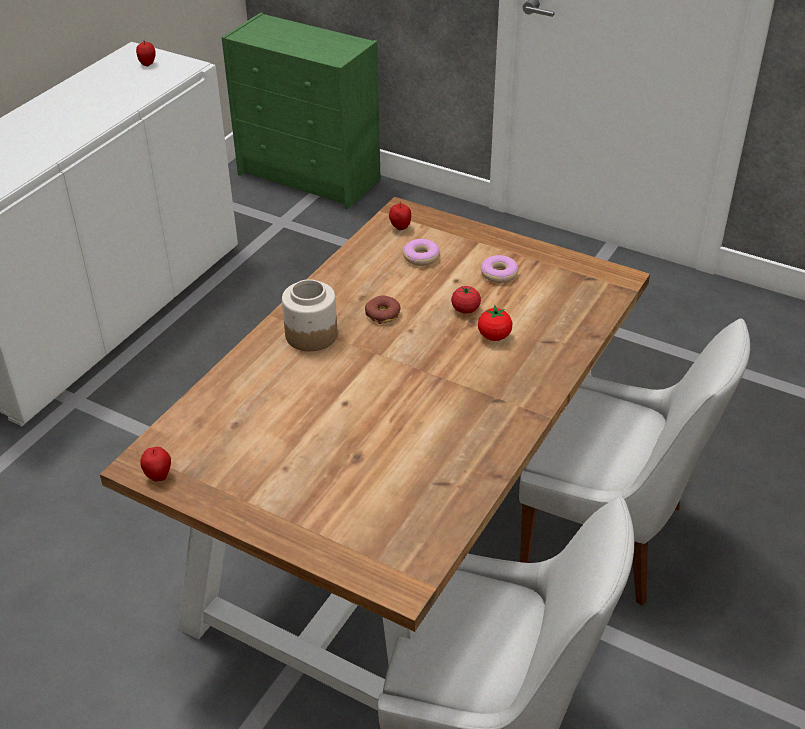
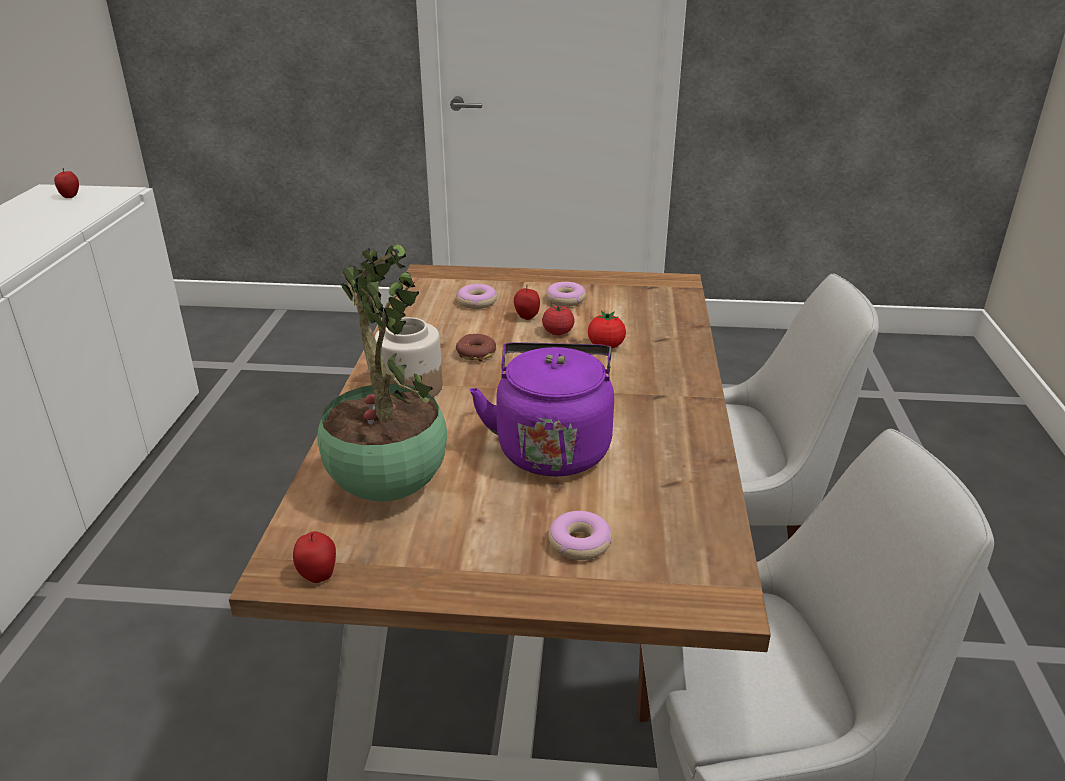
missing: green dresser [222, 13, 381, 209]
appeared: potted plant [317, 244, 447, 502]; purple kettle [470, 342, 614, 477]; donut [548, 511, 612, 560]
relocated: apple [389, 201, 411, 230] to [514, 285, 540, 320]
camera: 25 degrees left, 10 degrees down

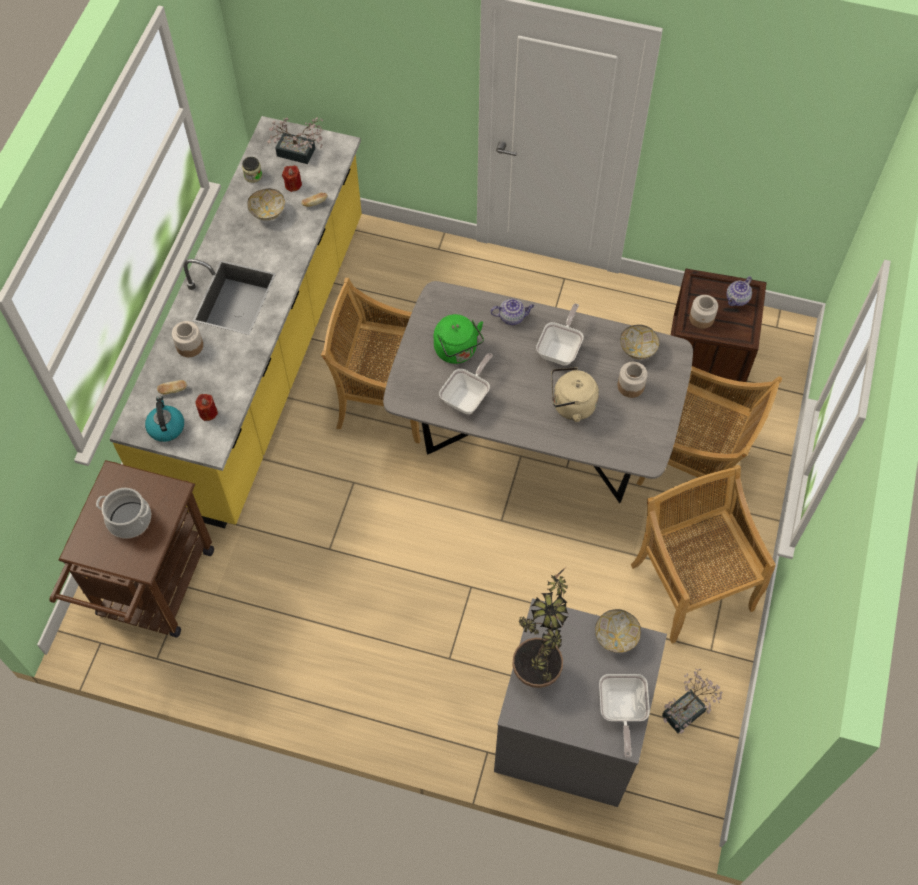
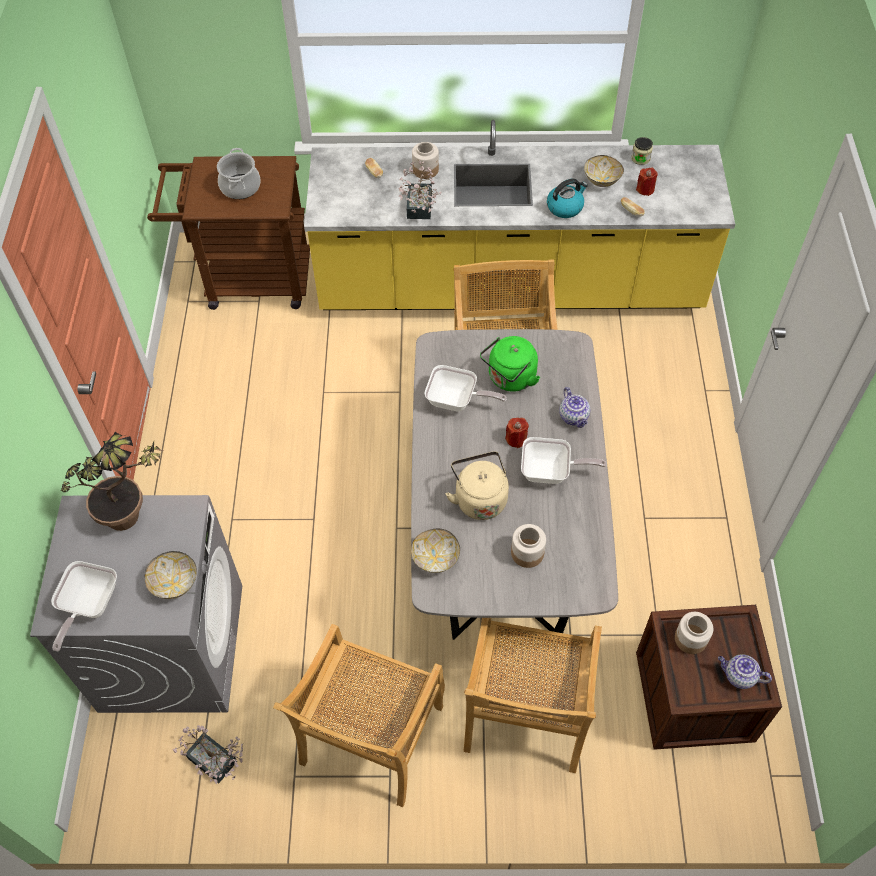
relocated: kettle [145, 396, 184, 442] to [547, 179, 588, 218]; red candle [195, 394, 218, 421] to [505, 418, 529, 448]; potted plant [267, 117, 323, 164] to [398, 160, 441, 219]; bowl [620, 325, 660, 359] to [411, 529, 460, 573]
spun: frying pan [599, 674, 650, 758] = [51, 561, 117, 652] 60 degrees counterclockwise; beige chair [631, 465, 776, 643] = [273, 624, 445, 807] 150 degrees clockwise
camera: 75 degrees right, 5 degrees down

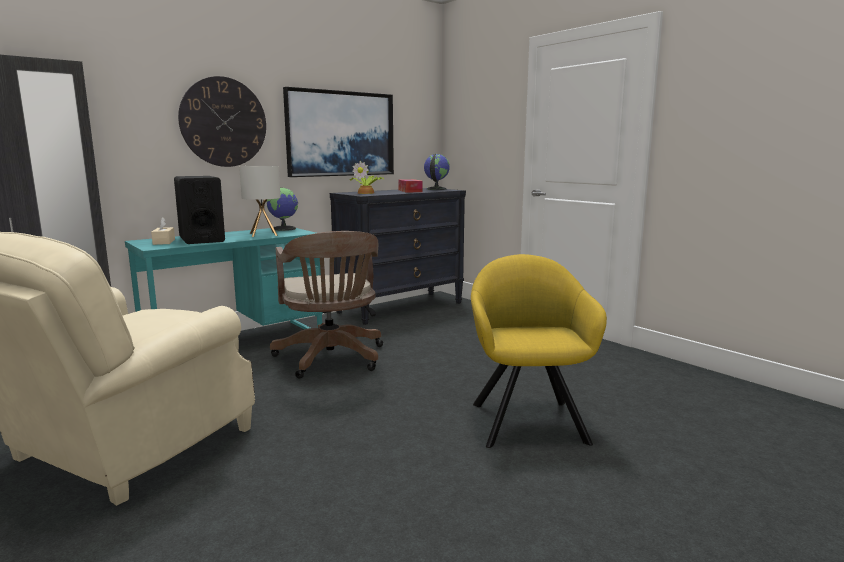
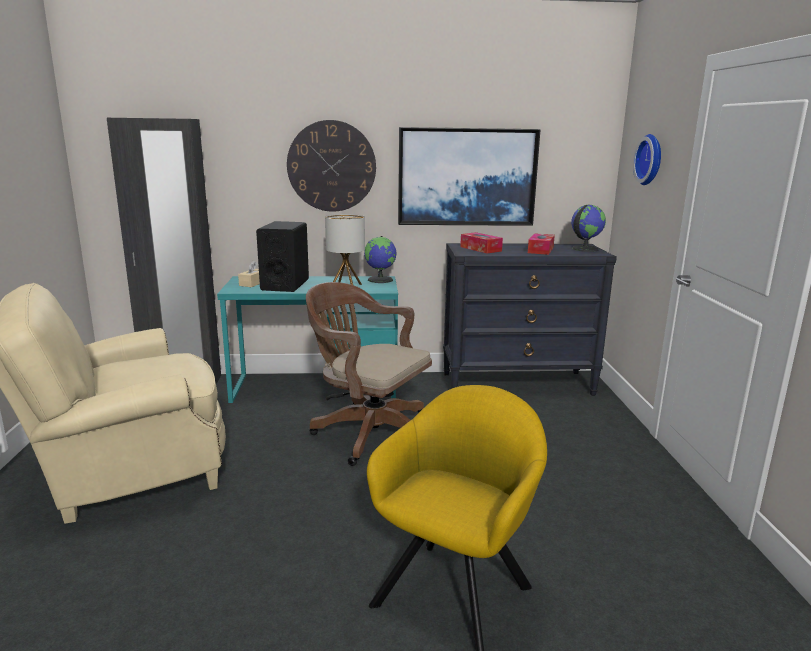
appeared: wall clock [633, 134, 661, 185]
exchanged: potted plant [349, 161, 385, 194] to tissue box [460, 232, 503, 254]
spun: brown office chair [270, 231, 383, 378] = [306, 282, 432, 466] 105 degrees clockwise
camera: 35 degrees right, 5 degrees up

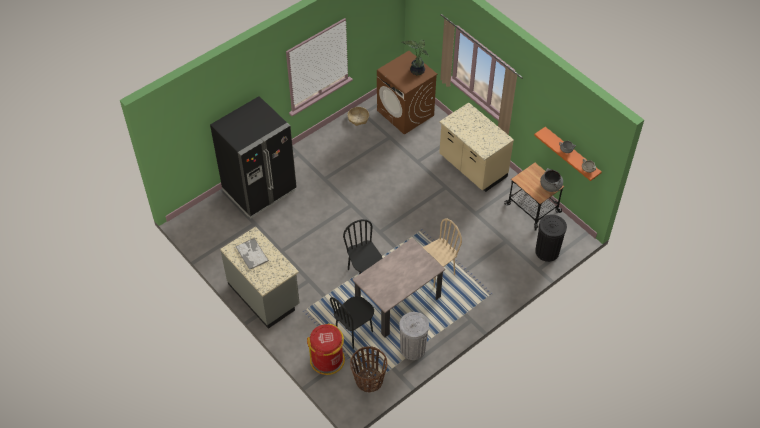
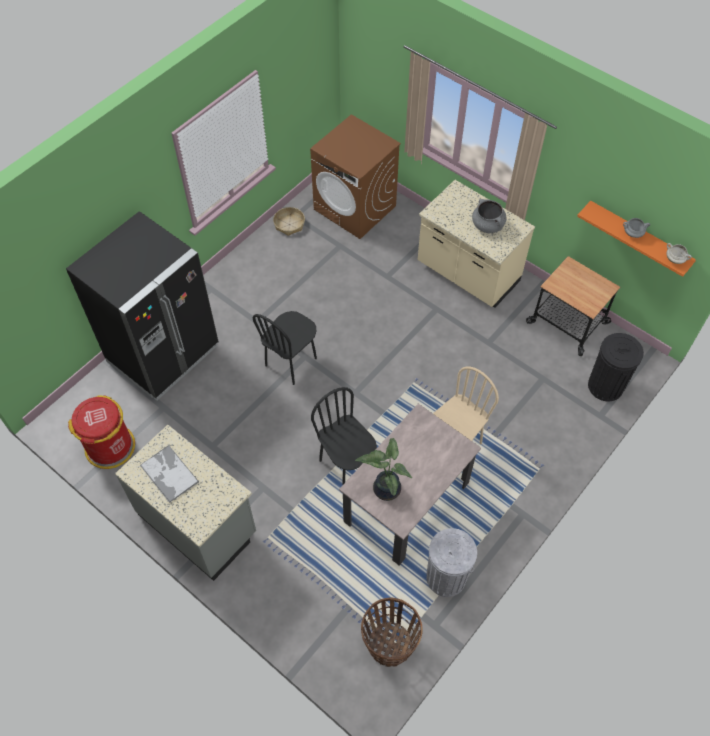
relocated: red trash can [307, 324, 345, 375] to [68, 395, 135, 469]; black chair [330, 296, 374, 349] to [253, 311, 317, 385]; potted plant [401, 39, 429, 75] to [355, 438, 412, 501]; grey cooking pot [540, 168, 563, 192] to [472, 199, 506, 233]
camera: 10 degrees left, 5 degrees up

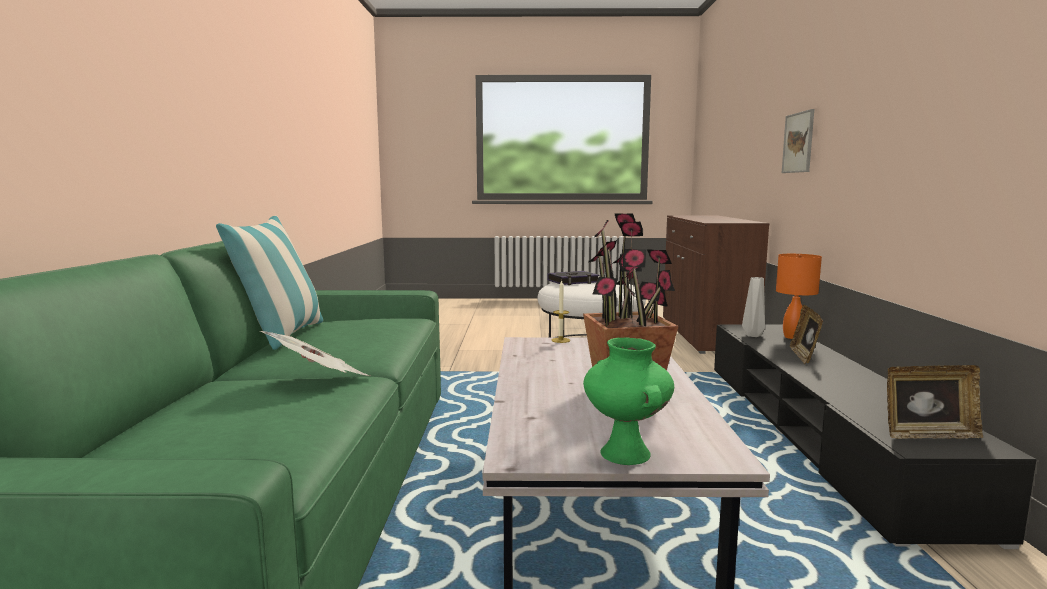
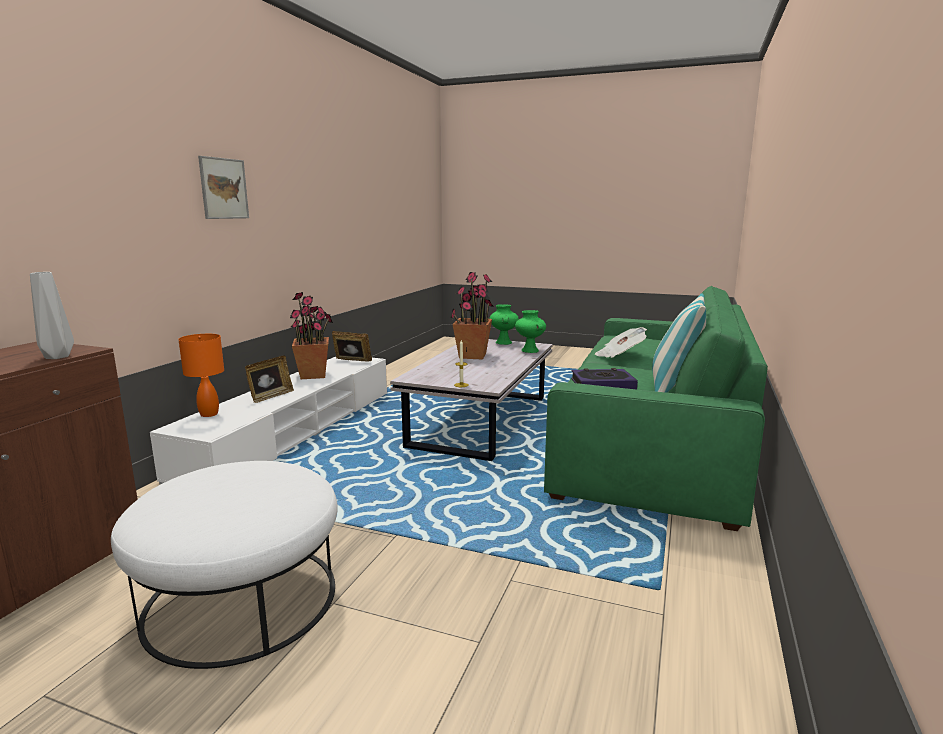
appeared: potted plant [290, 292, 333, 379]; green vase [515, 310, 546, 353]
relocated: book [547, 271, 599, 285] to [571, 368, 638, 390]; grey vase [742, 277, 765, 337] to [30, 272, 74, 359]; picture [782, 109, 814, 173] to [198, 156, 249, 219]
colour: black tv stand [714, 324, 1037, 549] to white tv stand [150, 357, 387, 485]
camera: 160 degrees left, 5 degrees up

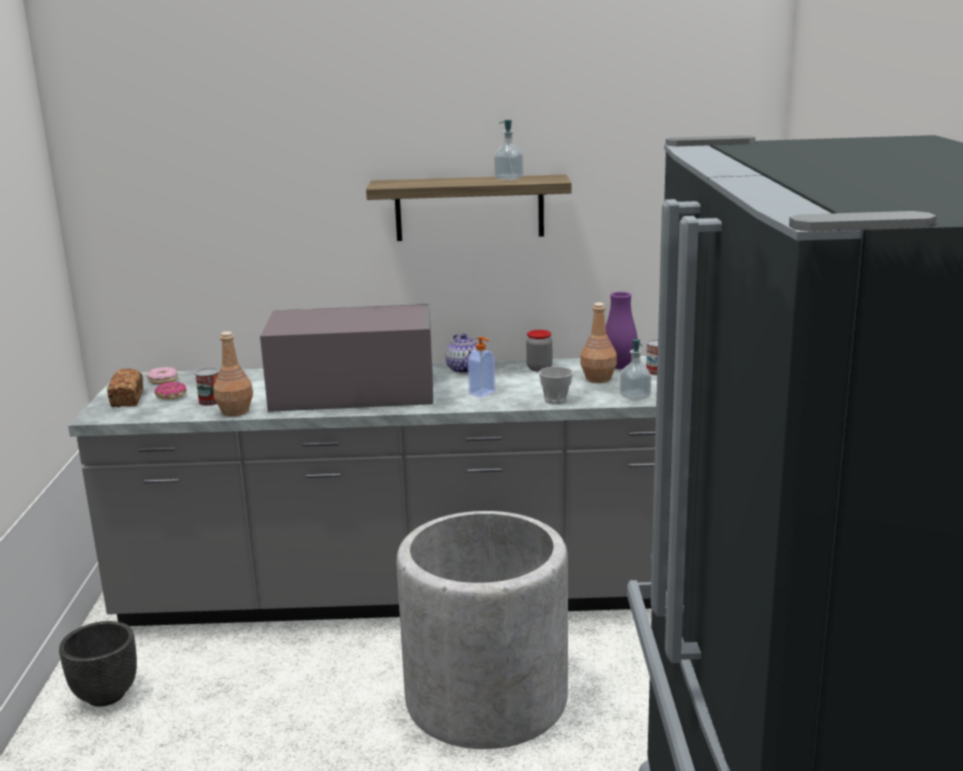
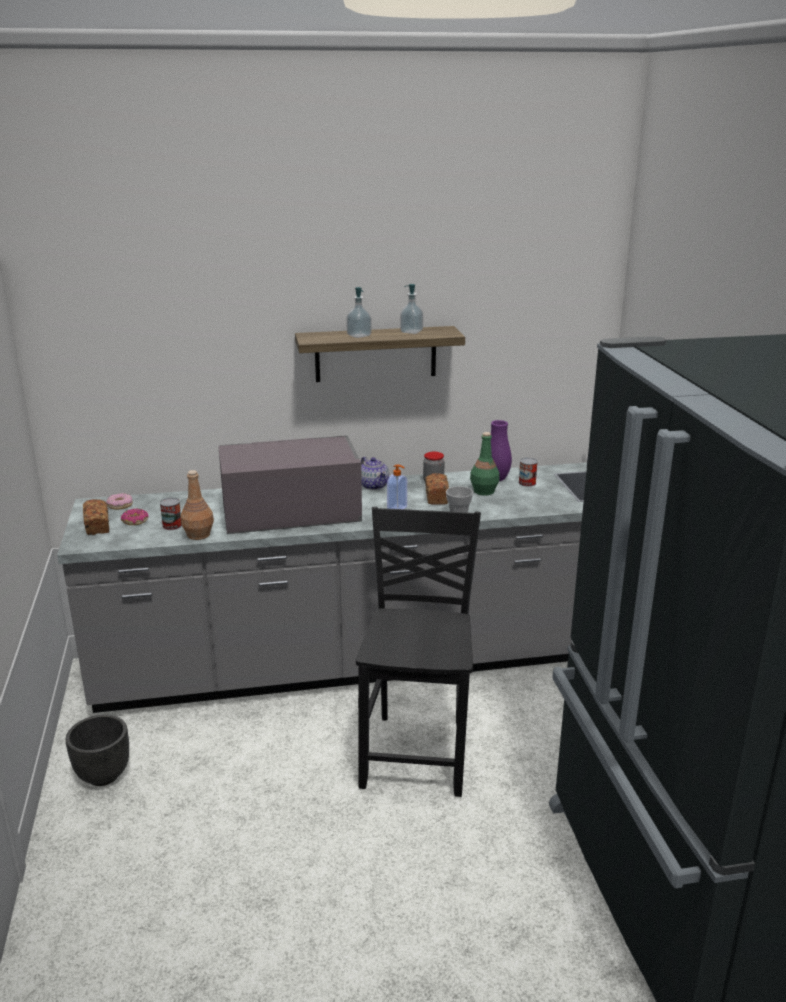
appeared: bread [425, 473, 449, 505]
relocated: soap dispenser [620, 339, 651, 401] to [346, 287, 371, 338]
exchanged: grey planter [397, 511, 568, 749] to black chair [356, 507, 481, 797]
colour: brown bottle [580, 302, 617, 383] to green bottle [470, 432, 499, 496]
camera: 10 degrees left, 5 degrees up

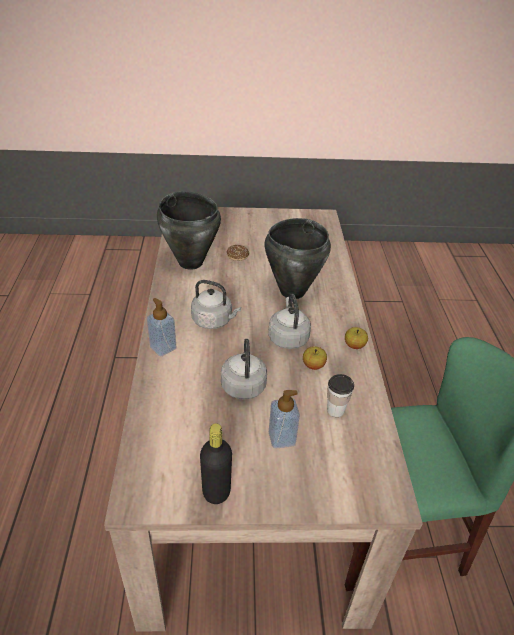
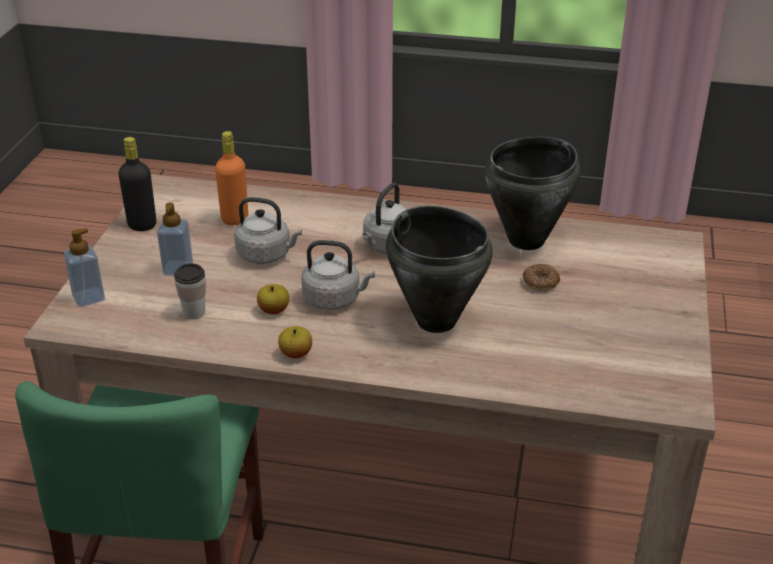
appeared: orange bottle [215, 131, 248, 225]
relocated: soap dispenser [147, 298, 177, 357] to [64, 228, 105, 307]
camera: 105 degrees right, 5 degrees down

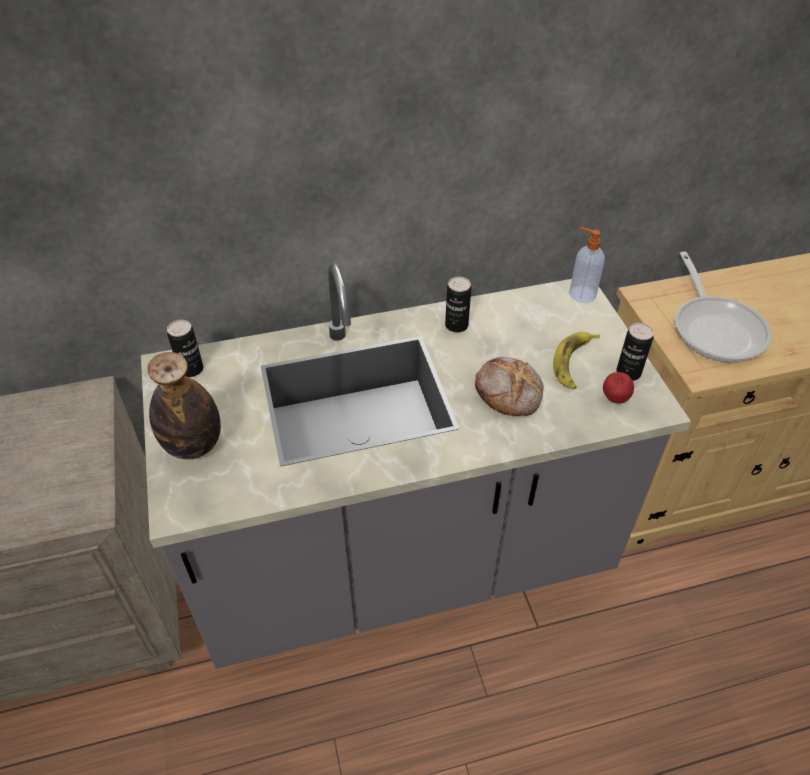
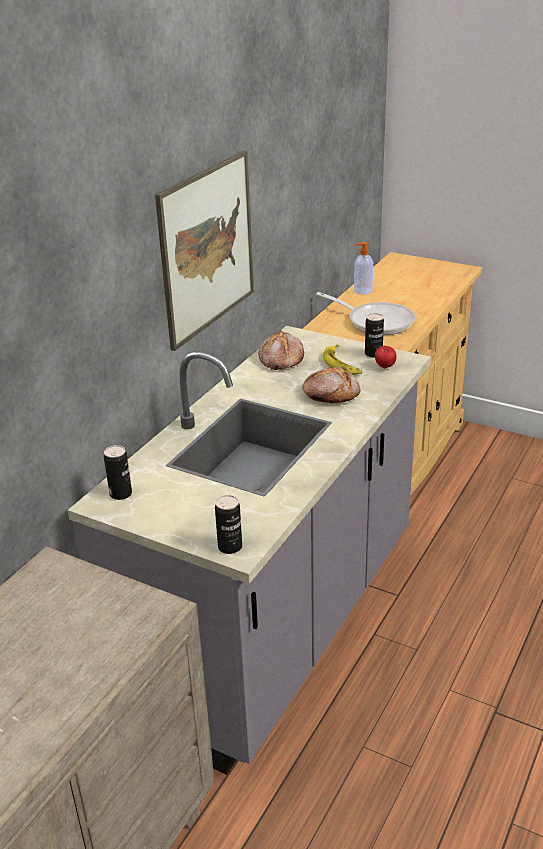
missing: bottle [148, 352, 221, 459]
appeared: picture [155, 150, 254, 351]; bread [259, 330, 304, 370]
relocated: can [445, 277, 471, 332] to [215, 495, 242, 554]; soap dispenser [569, 227, 605, 303] to [354, 242, 373, 295]
camera: 45 degrees left, 15 degrees down

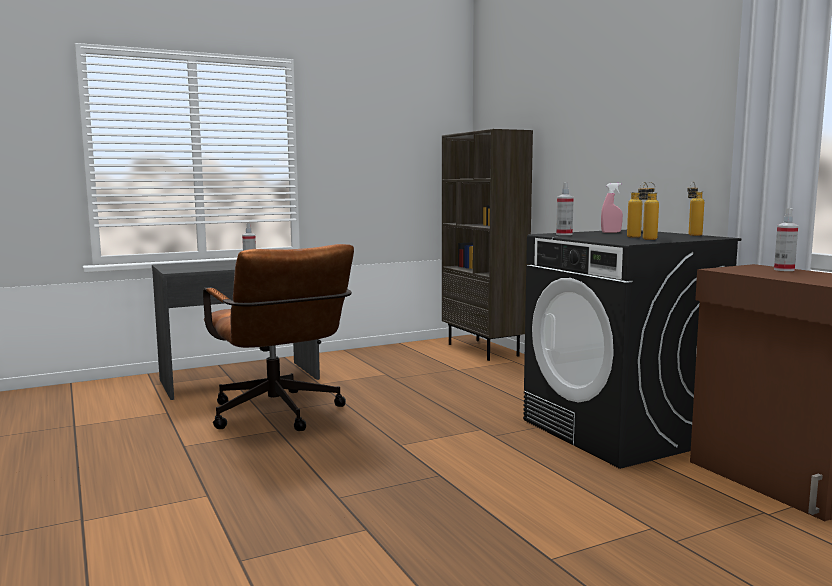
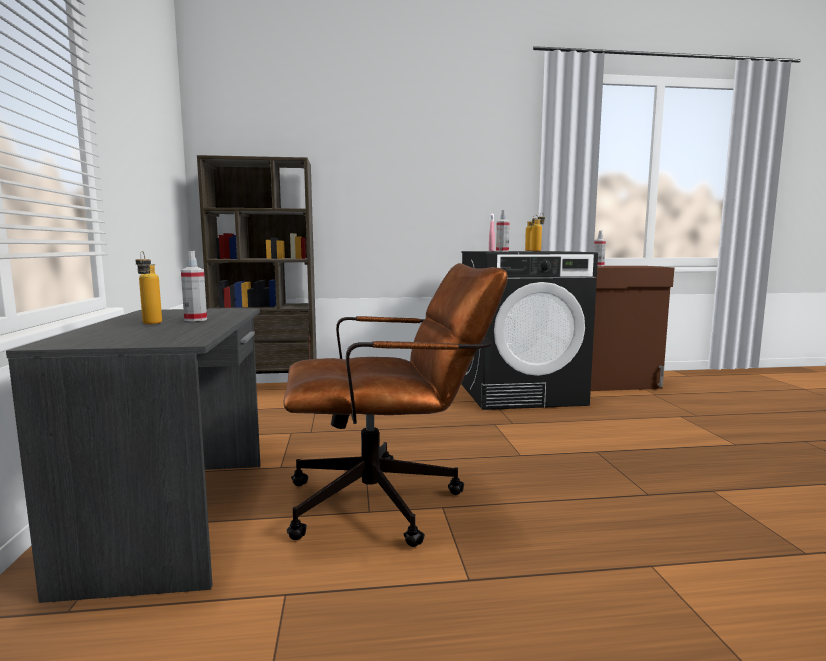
relocated: bottle [638, 182, 659, 240] to [135, 251, 162, 324]
camera: 70 degrees left, 0 degrees up

